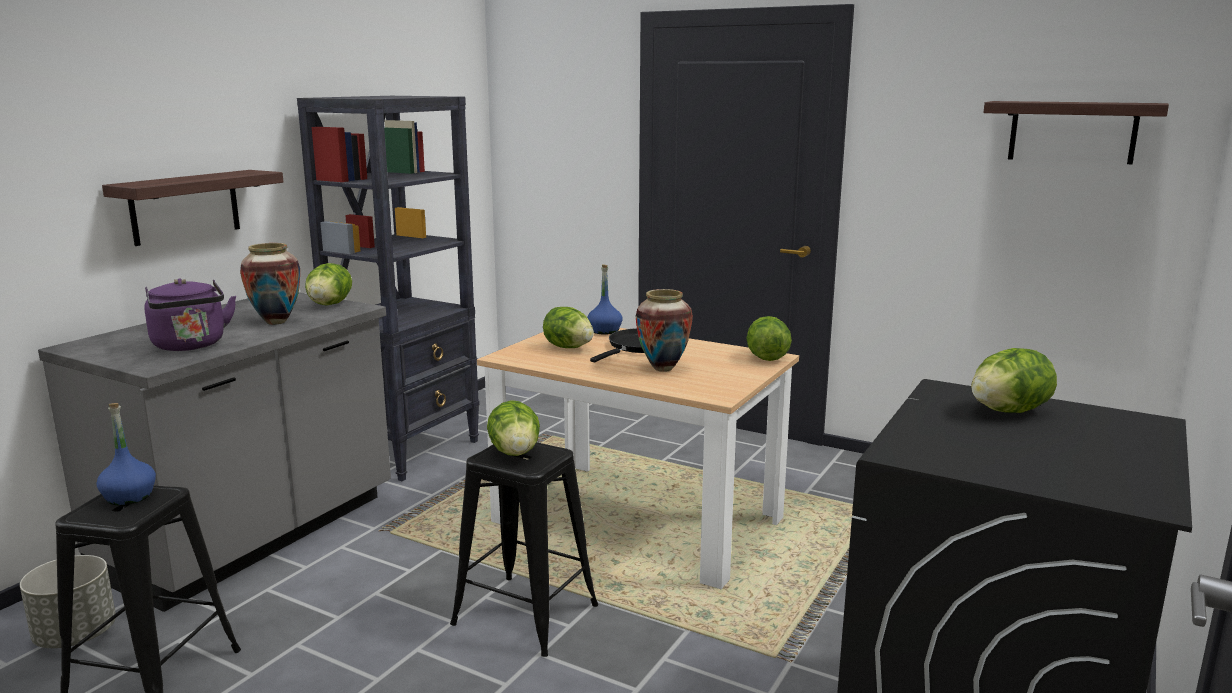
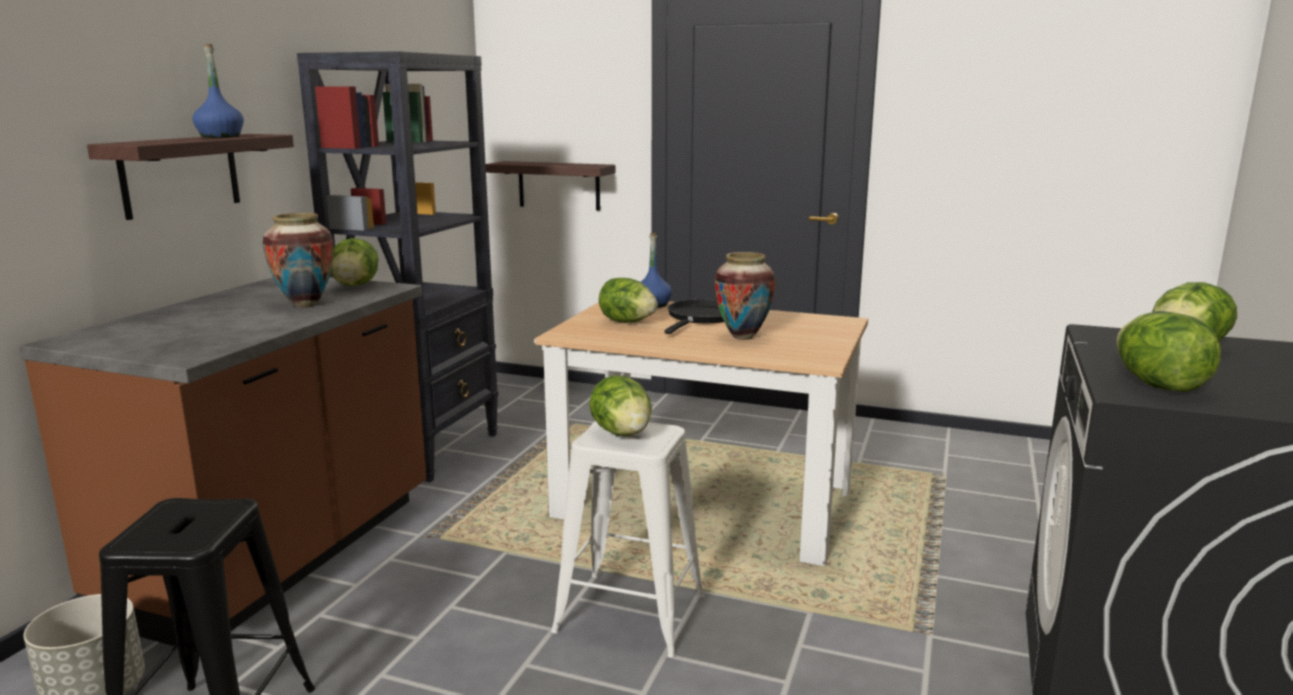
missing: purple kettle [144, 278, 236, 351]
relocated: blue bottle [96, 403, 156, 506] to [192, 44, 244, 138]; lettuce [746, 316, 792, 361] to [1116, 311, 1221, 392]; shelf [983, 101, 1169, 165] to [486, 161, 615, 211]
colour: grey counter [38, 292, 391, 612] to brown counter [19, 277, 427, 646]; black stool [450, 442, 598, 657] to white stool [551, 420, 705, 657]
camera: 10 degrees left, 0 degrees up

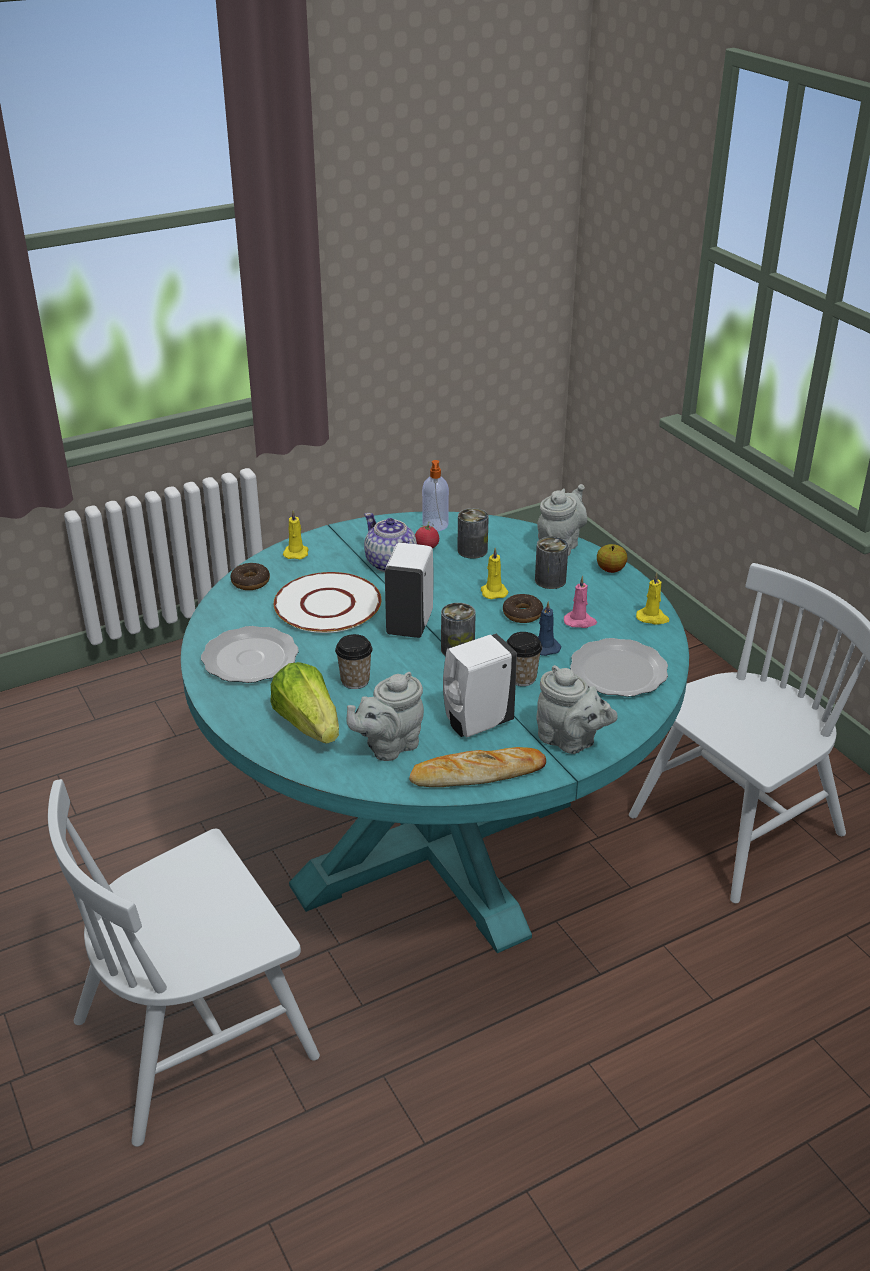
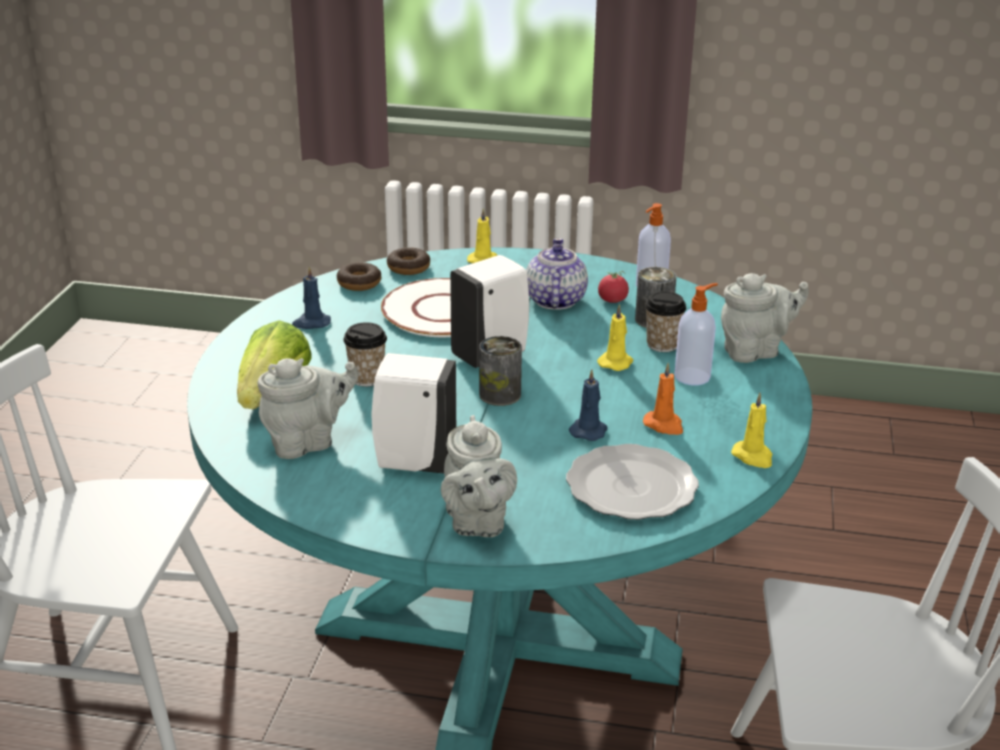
missing: bread [409, 747, 546, 787]; apple [597, 544, 627, 573]
relocated: donut [503, 594, 543, 623] to [337, 262, 381, 291]; cup [506, 632, 542, 686] to [645, 291, 686, 352]
exchanged: plate [201, 626, 299, 683] to blue candle [292, 267, 331, 329]; can [535, 537, 569, 589] to soap dispenser [674, 283, 718, 385]
colour: pink candle [564, 576, 597, 628] to orange candle [643, 363, 683, 435]
spun: grey teapot [346, 672, 424, 761] = [257, 358, 358, 459] 150 degrees clockwise
camera: 40 degrees right, 5 degrees down

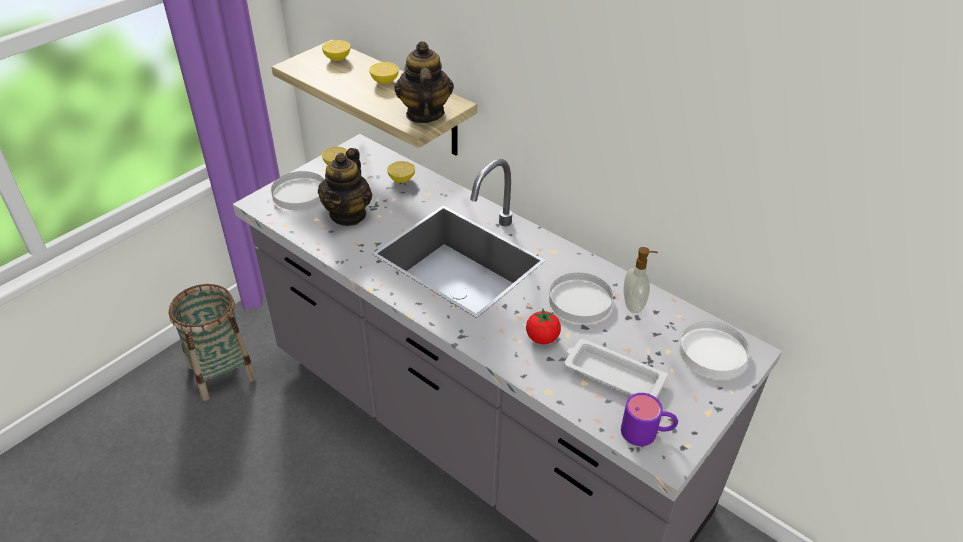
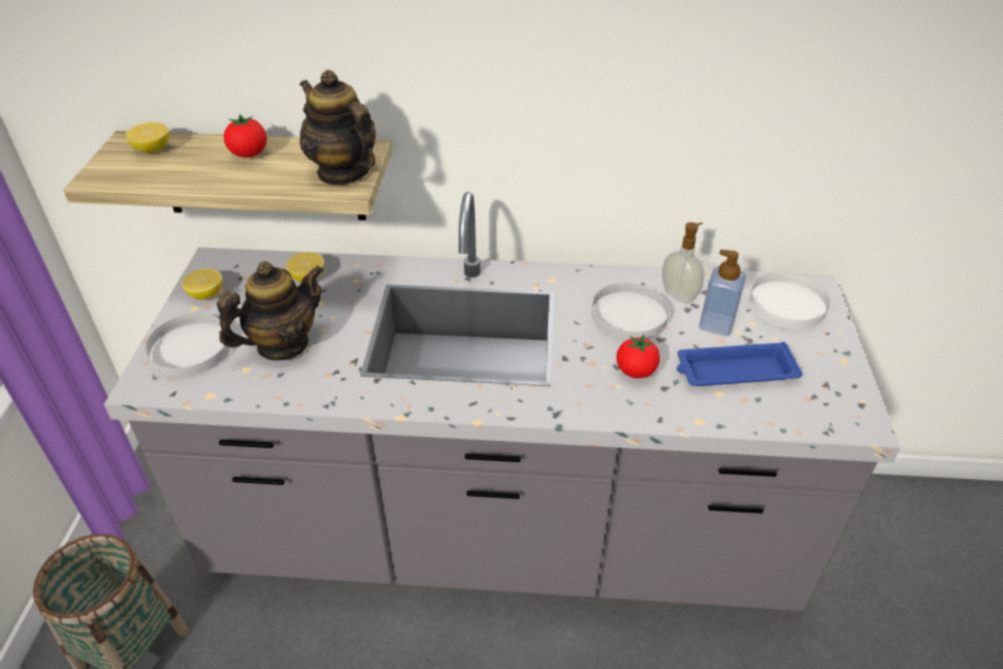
missing: purple mug [621, 393, 678, 446]
appeared: soap dispenser [699, 249, 746, 336]
exchanged: lemon [369, 62, 399, 84] to tomato [224, 114, 267, 157]
colour: white tray [565, 339, 668, 398] to blue tray [677, 342, 803, 386]
spun: teapot [318, 148, 372, 226] = [217, 261, 324, 360] 105 degrees counterclockwise
camera: 35 degrees left, 0 degrees up

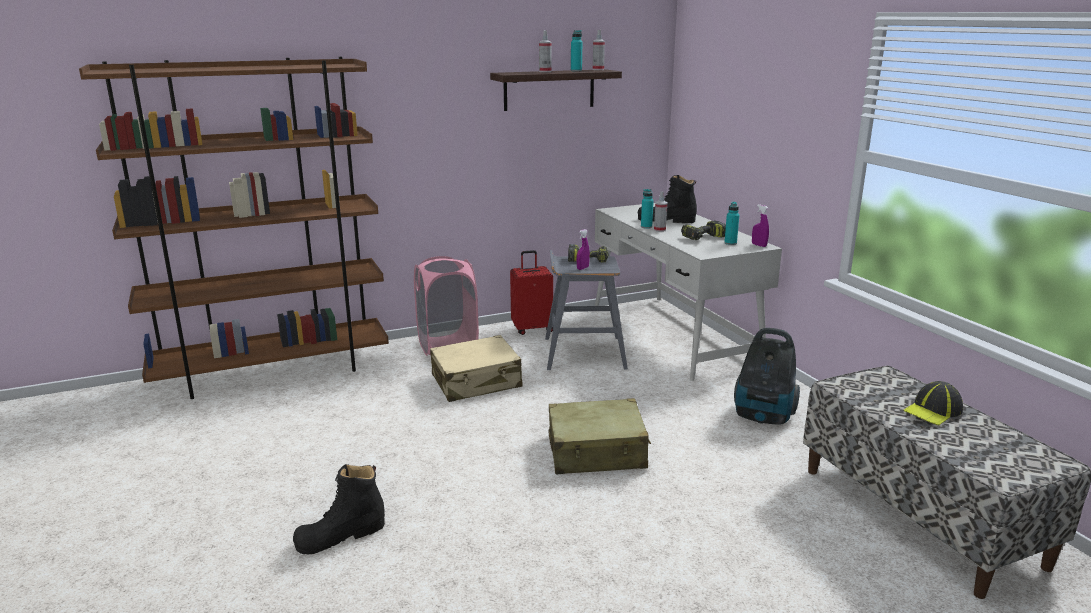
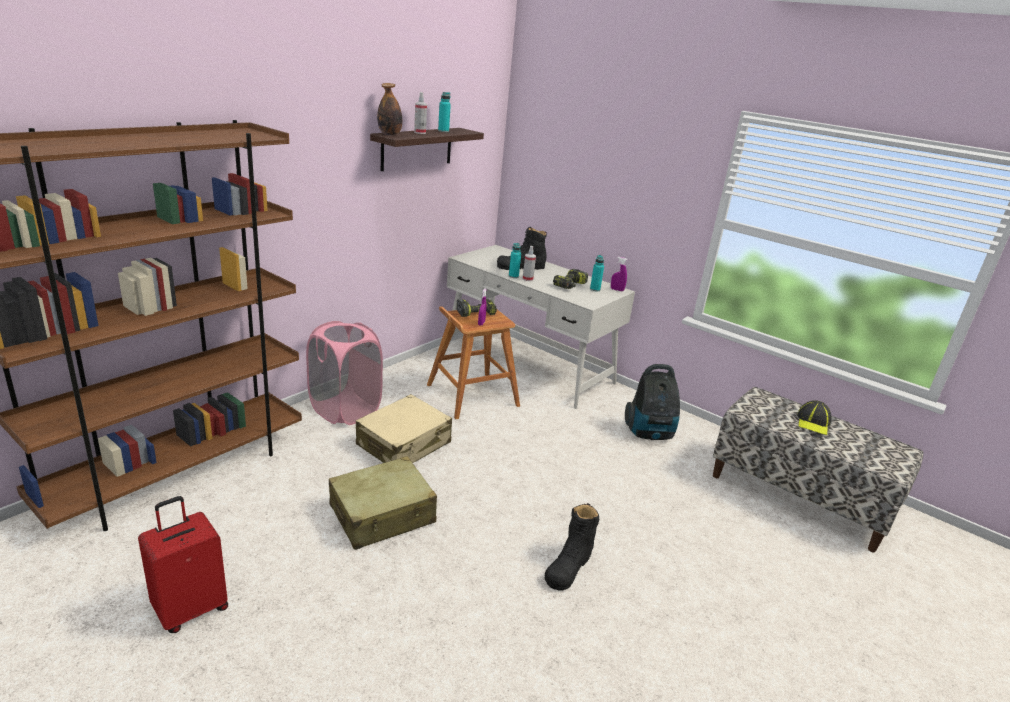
missing: spray bottle [593, 30, 605, 70]
appeared: bottle [377, 83, 402, 135]
relocated: black boot [293, 464, 385, 555] to [545, 503, 599, 591]; red suitcase [510, 250, 553, 335] to [138, 496, 228, 633]; beige suitcase [548, 398, 651, 474] to [329, 456, 437, 550]
colour: grey stool [545, 250, 628, 370] to brown stool [427, 306, 520, 419]
camera: 30 degrees left, 5 degrees up

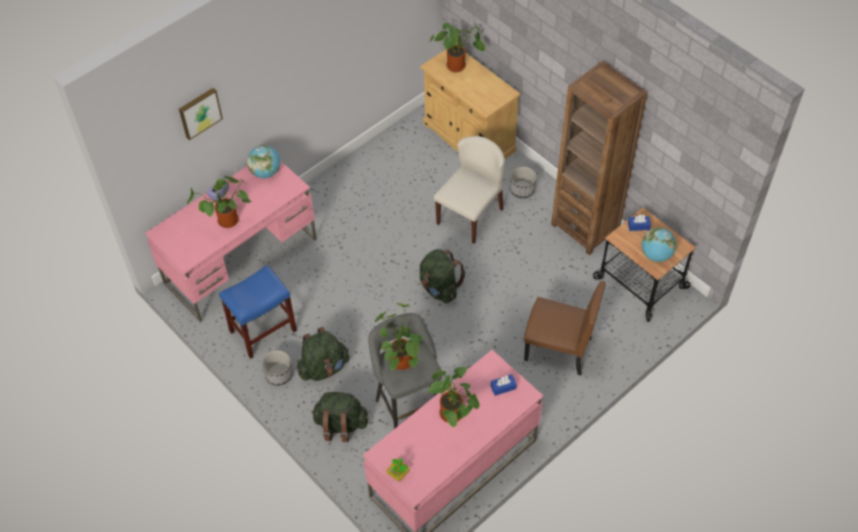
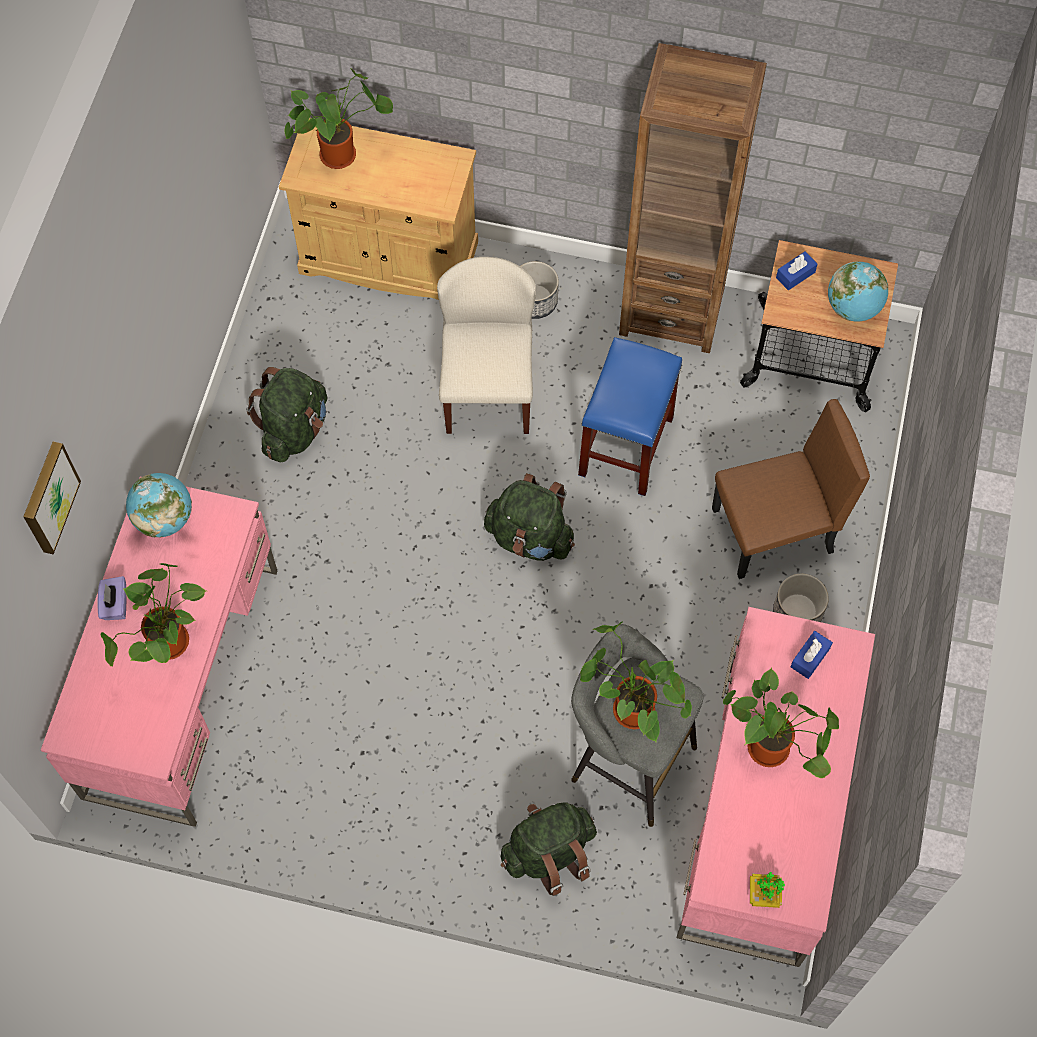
relocated: blue stool [219, 265, 297, 359] to [578, 337, 682, 496]; planter [262, 350, 293, 386] to [773, 574, 829, 622]; green backpack [297, 327, 349, 381] to [246, 367, 327, 462]
camera: 35 degrees left, 10 degrees up

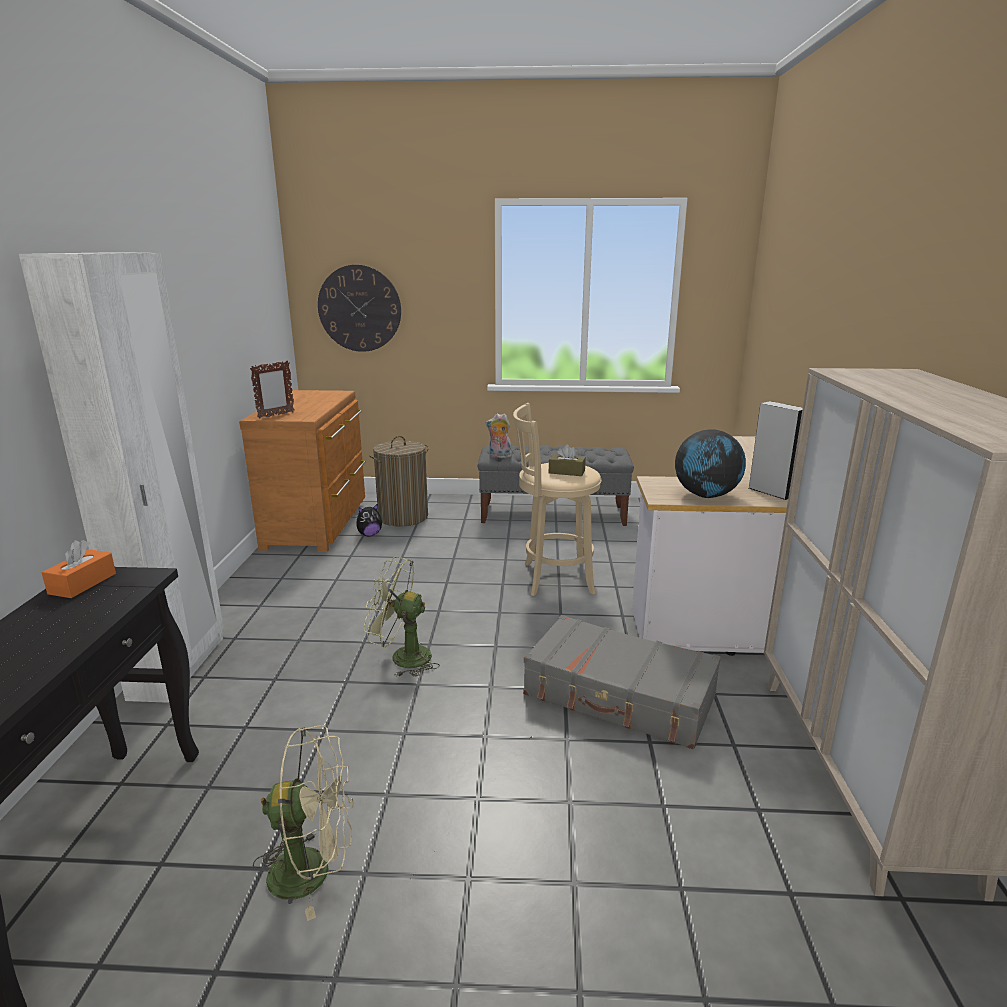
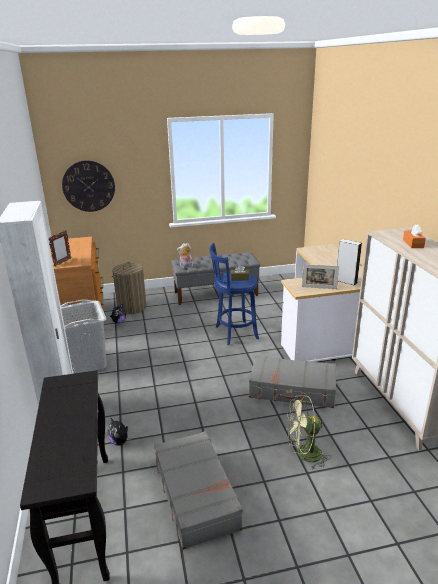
appeared: grey laundry basket [61, 299, 107, 374]; plush toy [108, 417, 131, 446]
relocated: orange tissue box [42, 540, 116, 598] to [403, 224, 426, 248]; green fan [364, 556, 440, 677] to [286, 395, 331, 470]
exchanged: beige fan [253, 725, 354, 921] to grey suitcase [154, 431, 243, 550]; globe [675, 429, 746, 498] to picture frame [302, 264, 339, 289]
colour: beige stool [513, 403, 602, 596] to blue stool [209, 243, 259, 345]
camera: 15 degrees left, 5 degrees up

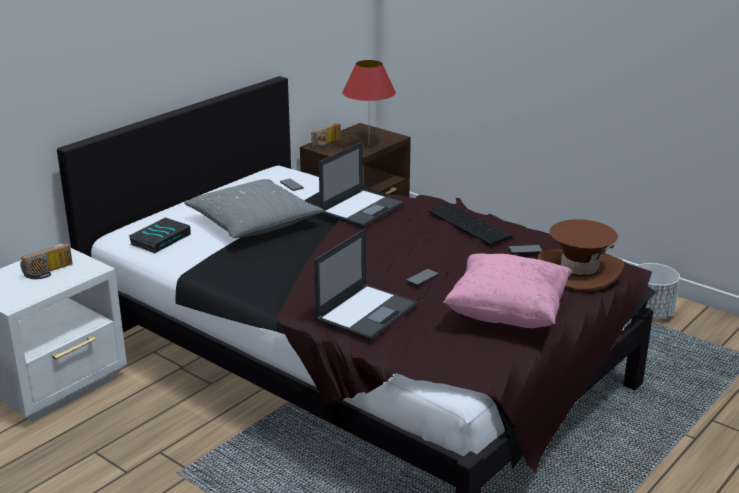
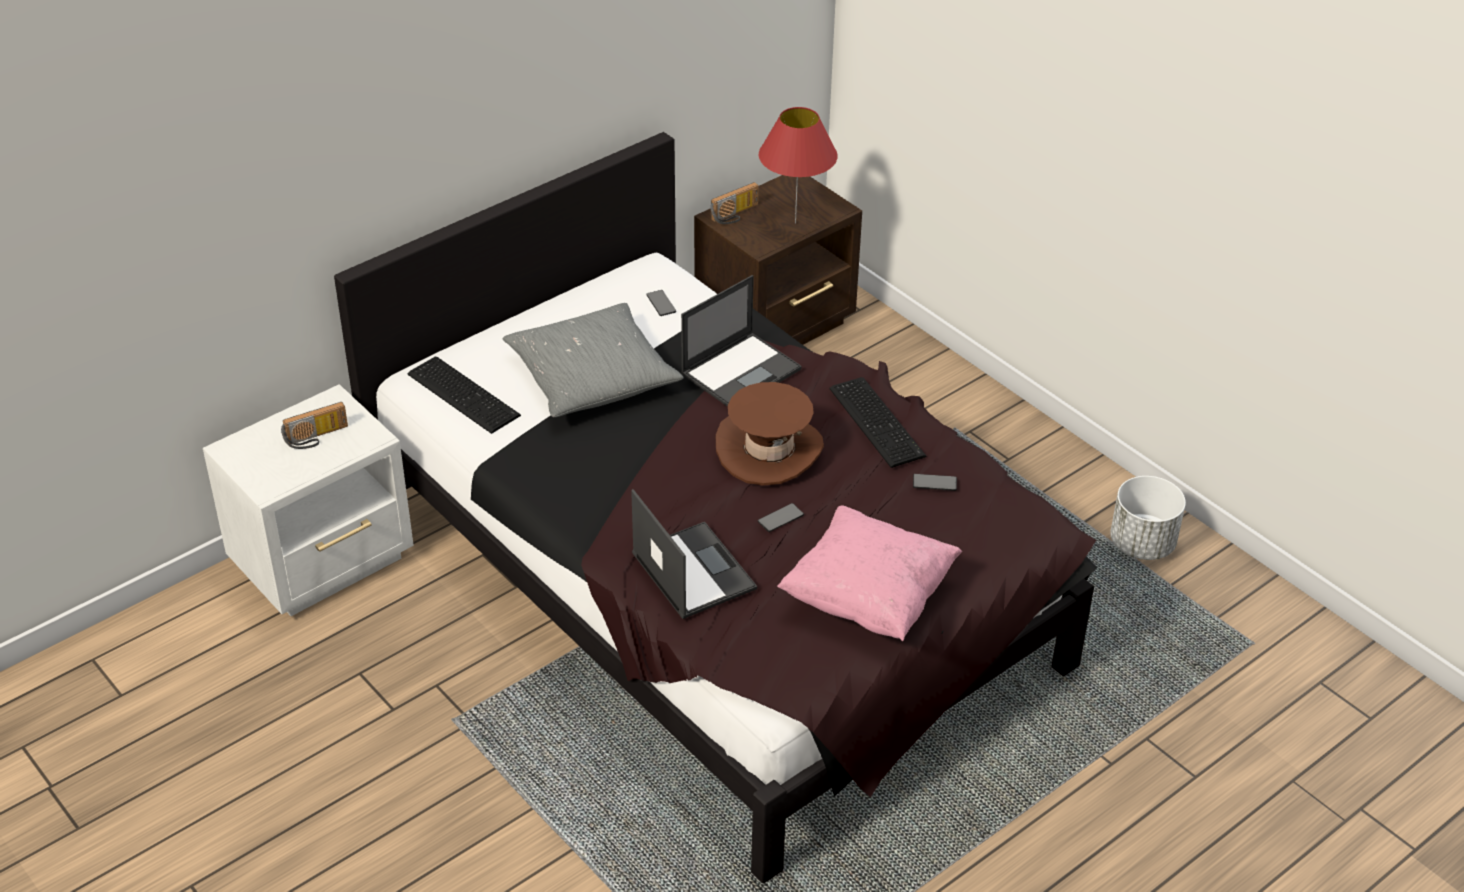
relocated: brown hat [538, 219, 624, 291] to [716, 382, 824, 486]
exchanged: book [129, 217, 191, 253] to keyboard [408, 357, 521, 434]
spun: laptop [314, 229, 418, 341] = [631, 489, 757, 619] 75 degrees counterclockwise
camera: 10 degrees right, 15 degrees up

